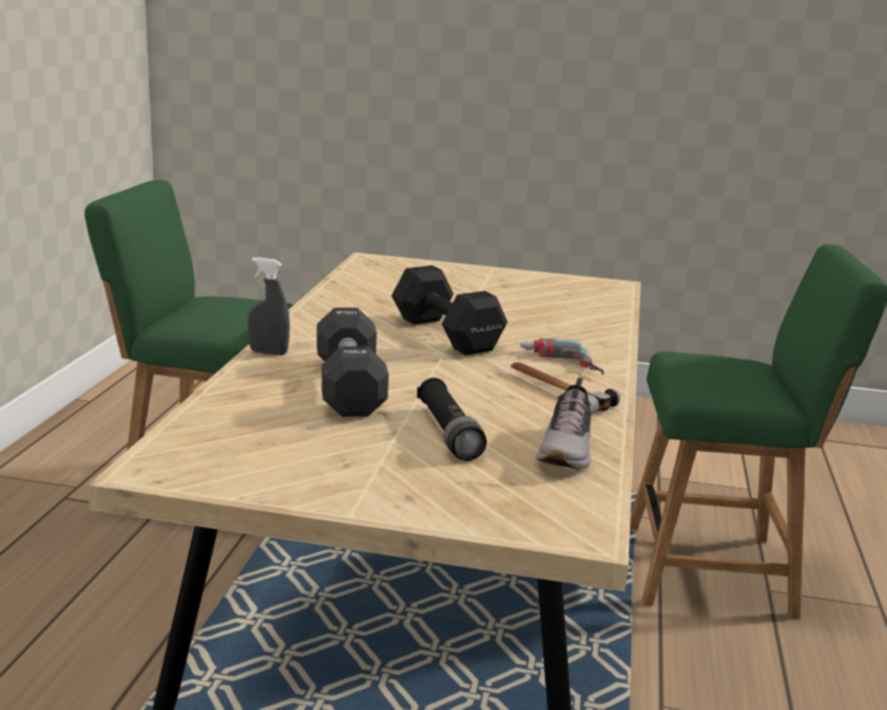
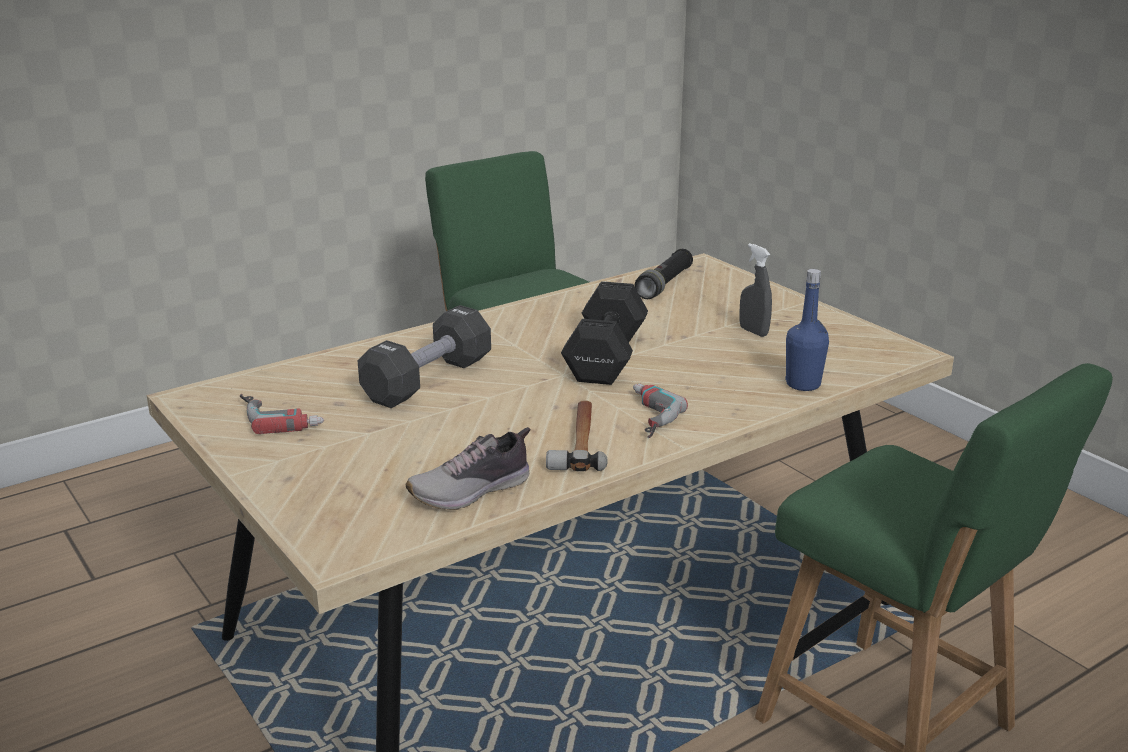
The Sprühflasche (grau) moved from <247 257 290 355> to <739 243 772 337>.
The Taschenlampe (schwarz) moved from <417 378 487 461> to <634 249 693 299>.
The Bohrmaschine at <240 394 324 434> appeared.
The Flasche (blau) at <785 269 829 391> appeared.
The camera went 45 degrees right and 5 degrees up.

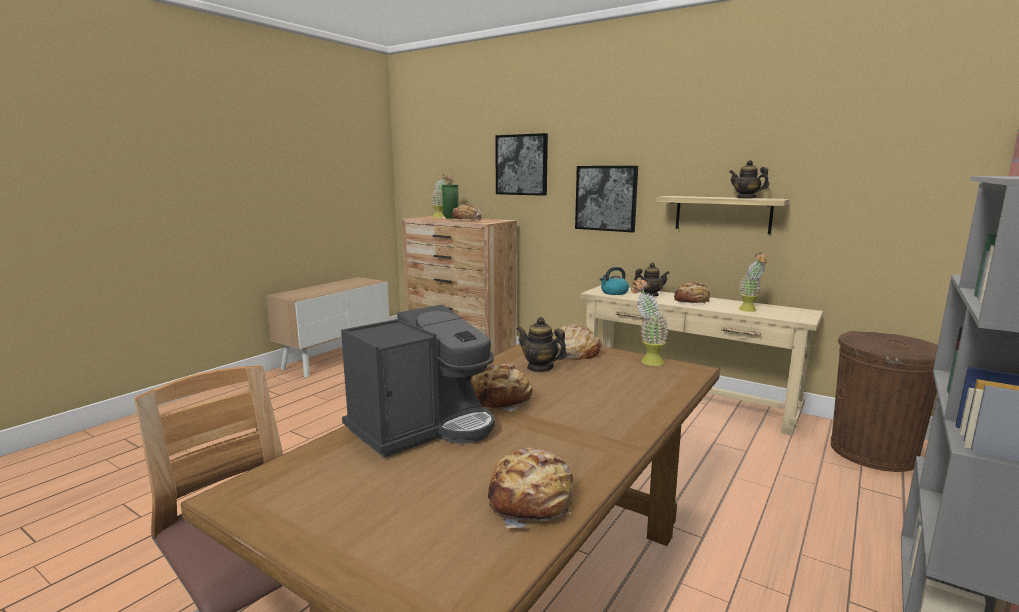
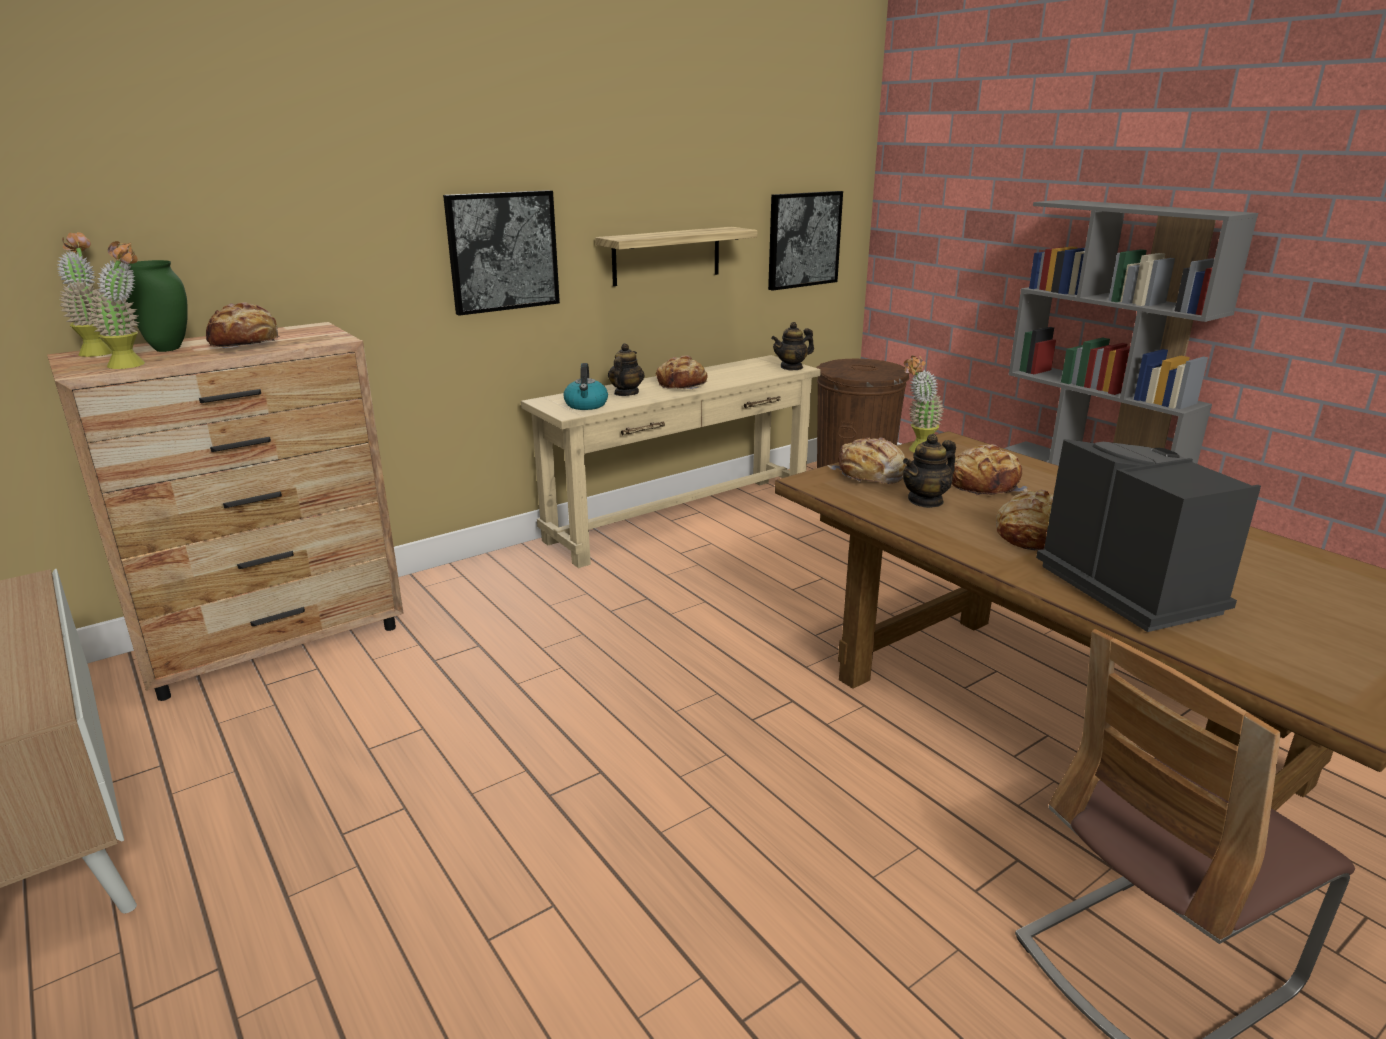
The Brot moved from <488 448 574 528> to <952 444 1028 495>.
The Bild moved from <495 133 548 196> to <768 191 843 291>.
The Teekanne moved from <729 160 769 199> to <771 322 814 370>.
The Topfpflanze moved from <739 252 768 312> to <88 241 145 369>.
The camera went 70 degrees left and 10 degrees up.

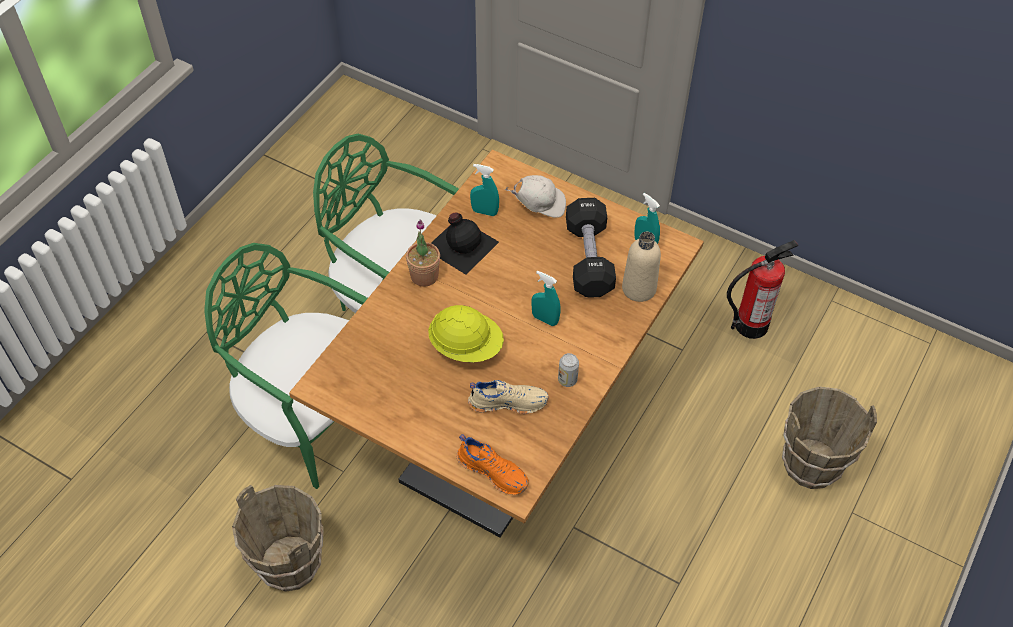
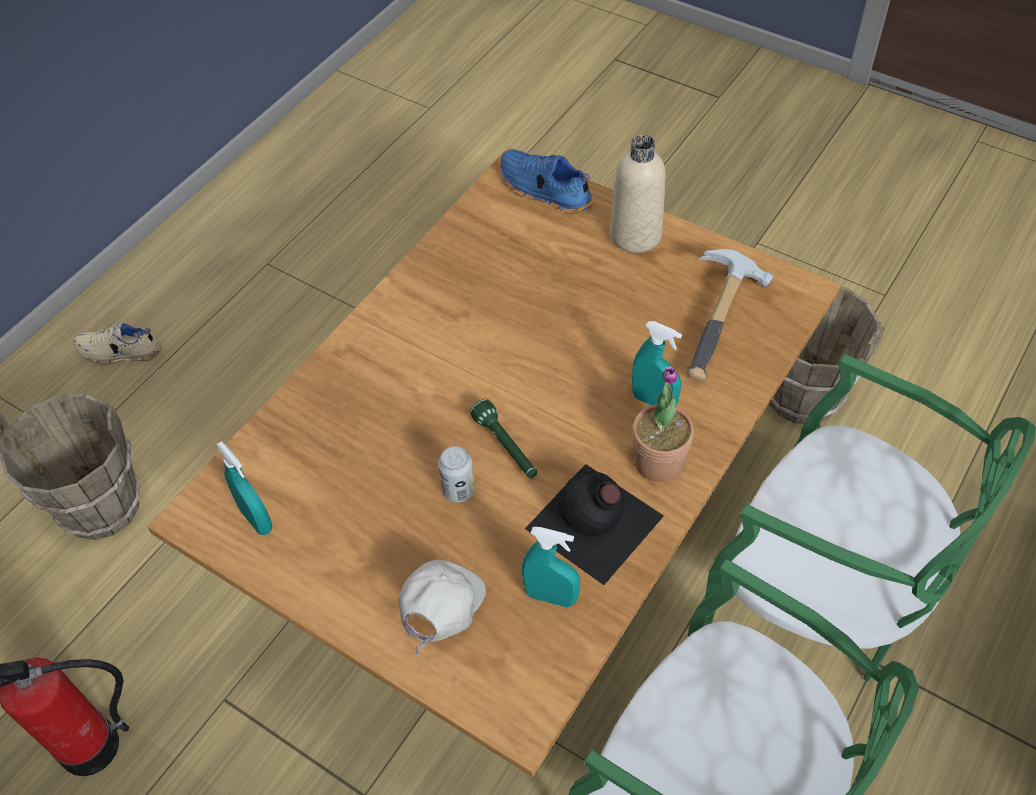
The Schutzhelm (gelb) at <428 305 504 362> disappeared.
The Schuh (orange) at <456 434 529 495> became the Schuh (blau) at <500 149 593 214>.
The Schuh (beige) moved from <468 380 548 414> to <74 323 161 364>.
The Kappe (weiß) at <505 175 566 218> turned 105 degrees clockwise.
The Sprühflasche (türkis) moved from <532 271 560 326> to <632 321 682 406>.
The Dose moved from <558 353 579 387> to <438 446 475 503>.
The Hantel (schwarz) at <566 198 616 298> disappeared.
The Flasche (beige) moved from <622 231 661 302> to <610 135 666 253>.
The Taschenlampe (grün) at <470 399 537 478> appeared.
The Hammer at <687 249 773 381> appeared.
The camera went 175 degrees left and 0 degrees up.

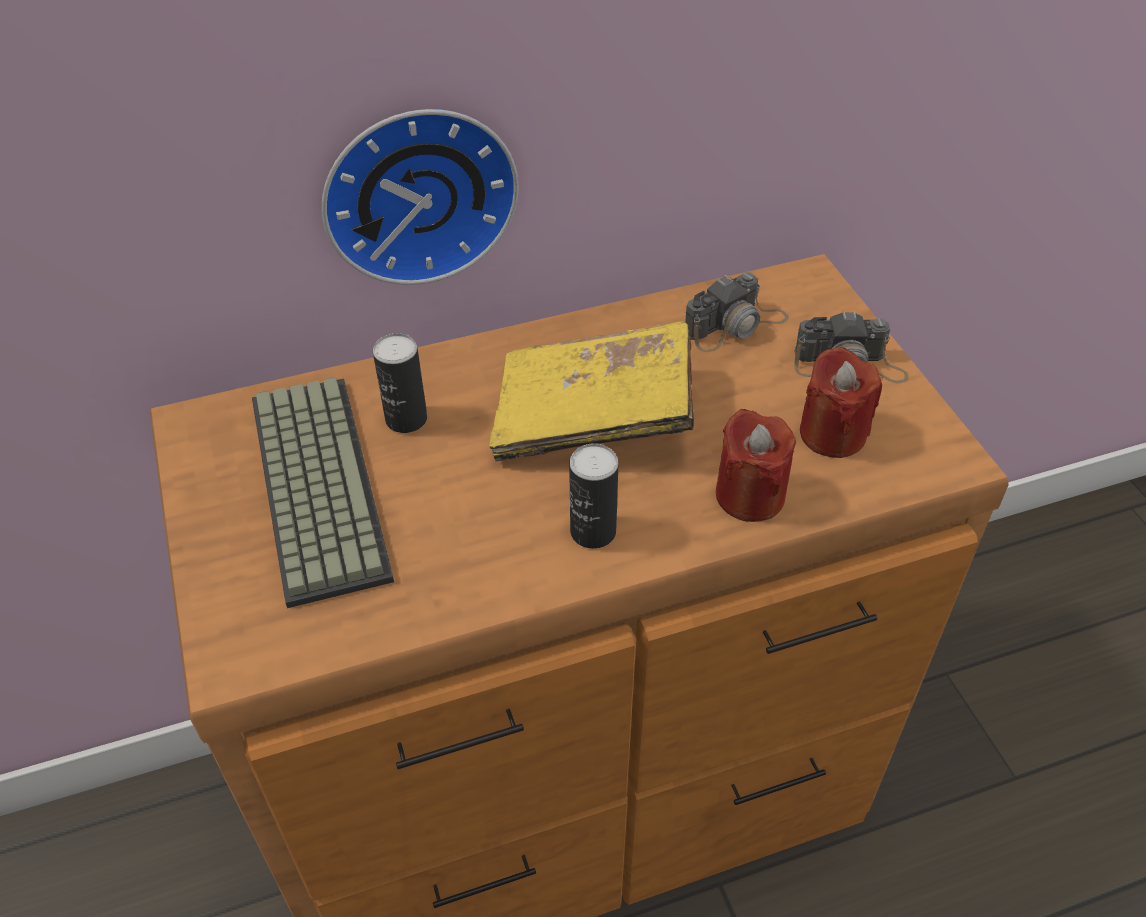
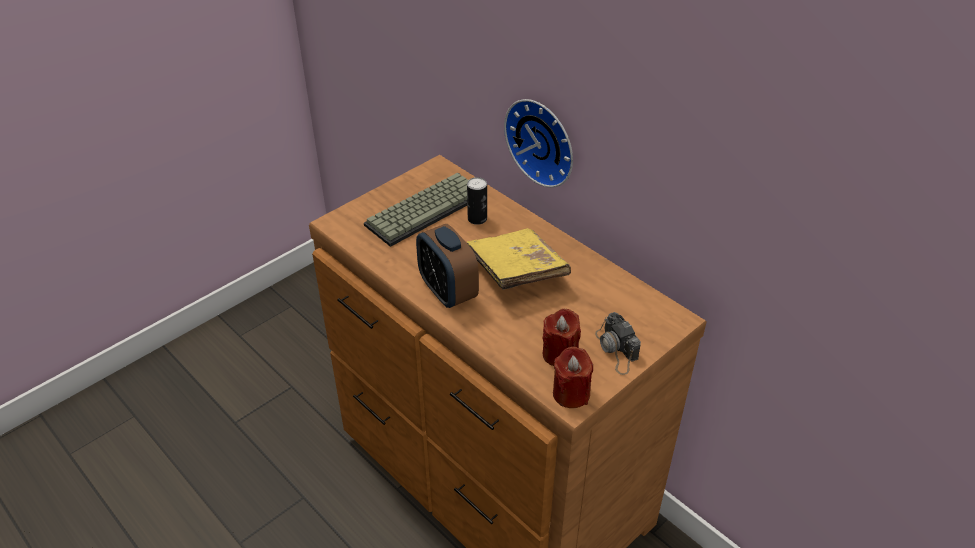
The Dose at <569 443 618 549> was replaced by the Wecker at <416 224 479 308>.
The Kamera at <685 272 789 352> disappeared.
The Kerze (rot) moved from <716 409 796 522> to <553 347 593 408>.
The camera went 65 degrees right and 5 degrees down.

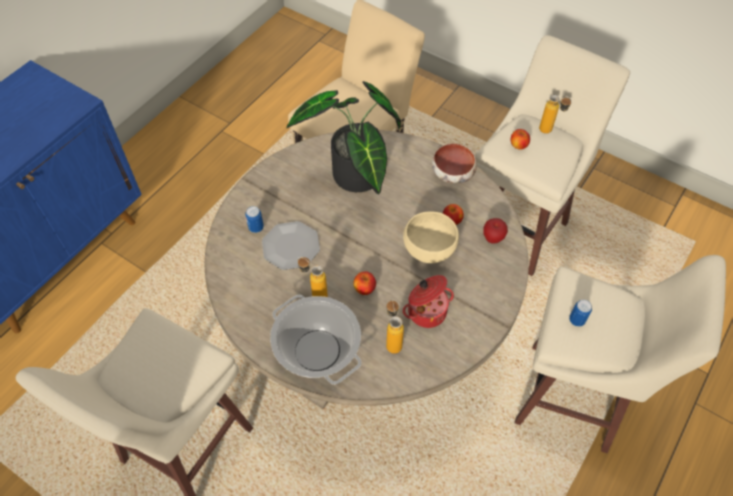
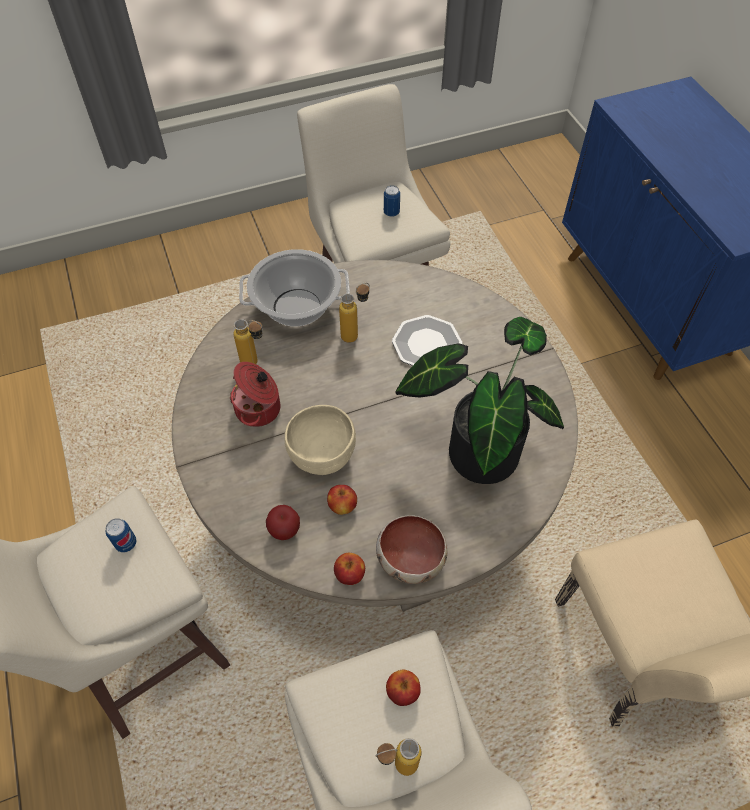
The Dose moved from <245 206 264 233> to <384 185 400 217>.
The Apfel moved from <353 271 376 295> to <334 553 365 585>.
The camera went 125 degrees right and 0 degrees up.

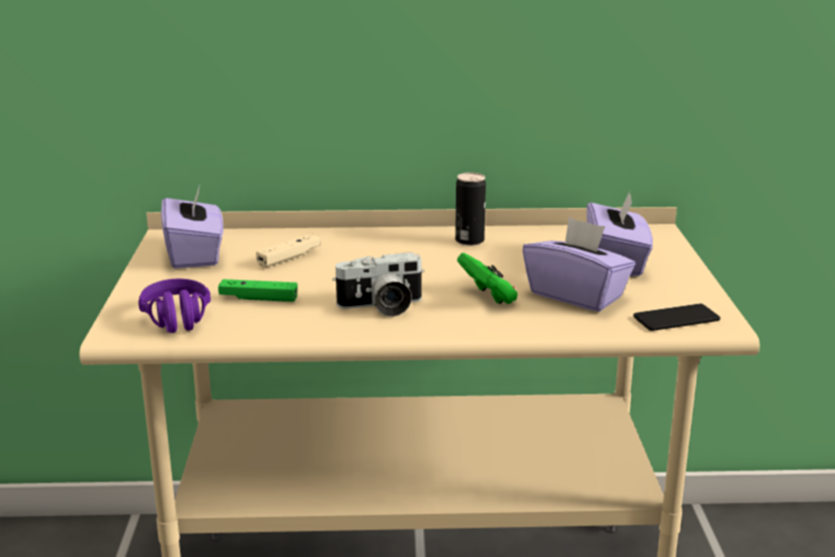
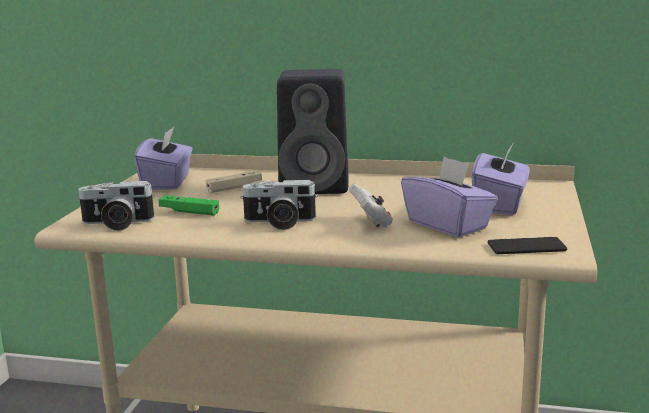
The Kopfhörer (lila) at <138 279 211 333> was replaced by the Kamera at <77 181 155 231>.
The Dose at <455 172 486 246> disappeared.
The Gamepad (grün) at <457 253 518 304> became the Gamepad (weiß) at <349 184 393 227>.
The Lautsprecher (schwarz) at <277 69 349 194> appeared.
The camera went 15 degrees right and 5 degrees down.

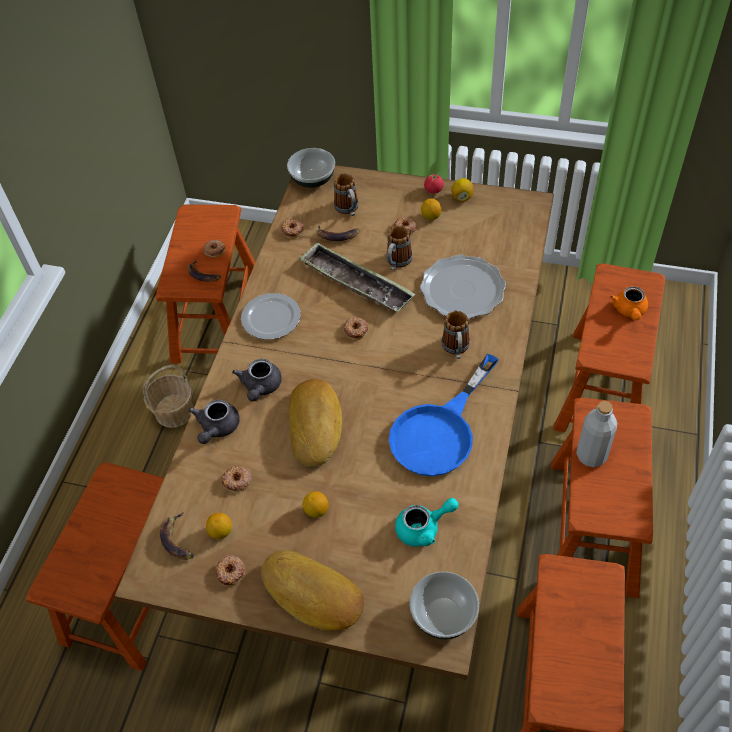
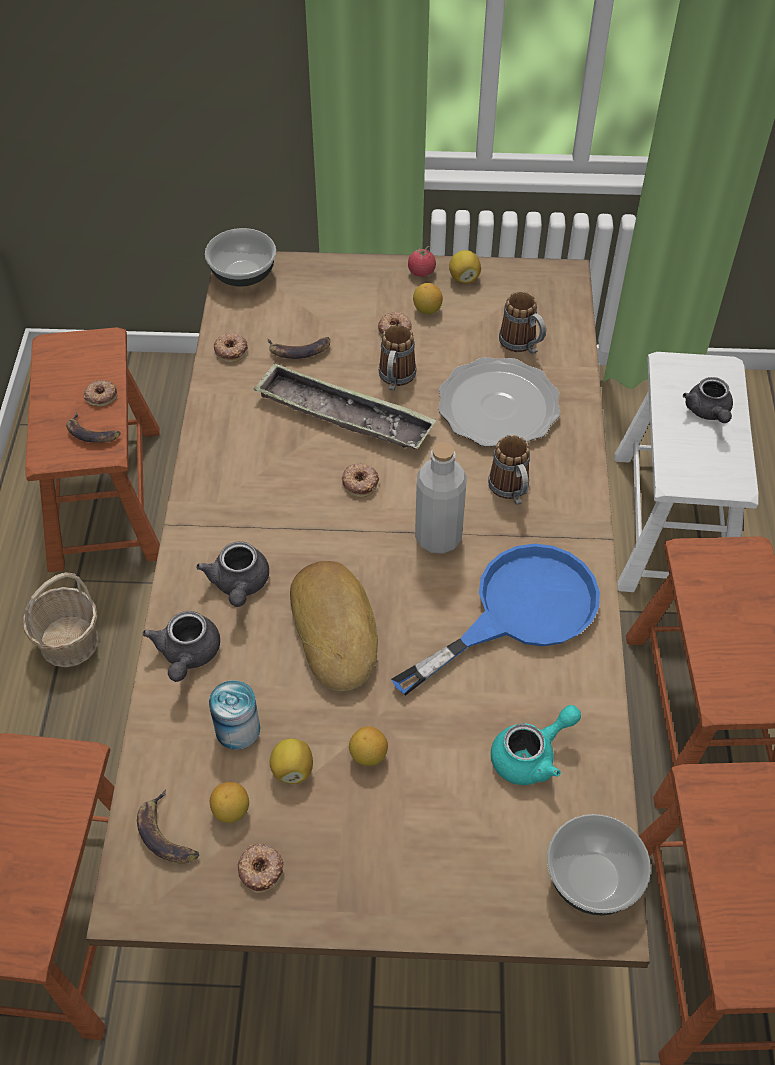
The Donut at <222 466 252 492> was replaced by the Dose at <209 680 260 750>.
The Teller at <241 293 301 340> disappeared.
The Brot at <261 550 364 631> disappeared.
The Henkelbecher moved from <334 173 359 216> to <499 291 546 354>.
The Pfanne (blau) at <389 354 499 476> turned 150 degrees counterclockwise.
The Hocker (braun) at <553 263 665 432> became the Hocker (weiß) at <614 352 759 592>.
The Flasche (grau) moved from <576 401 617 467> to <415 442 467 554>.
The Teekanne (orange) at <610 286 648 321> became the Teekanne (grau) at <683 377 733 423>.
The Zitrone at <270 738 313 784> appeared.
The camera went 15 degrees left and 0 degrees up.

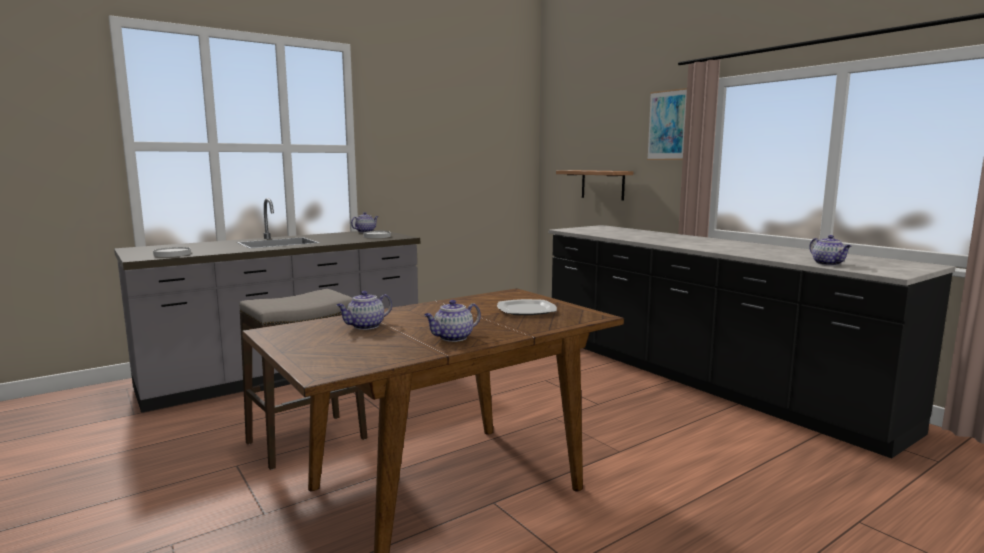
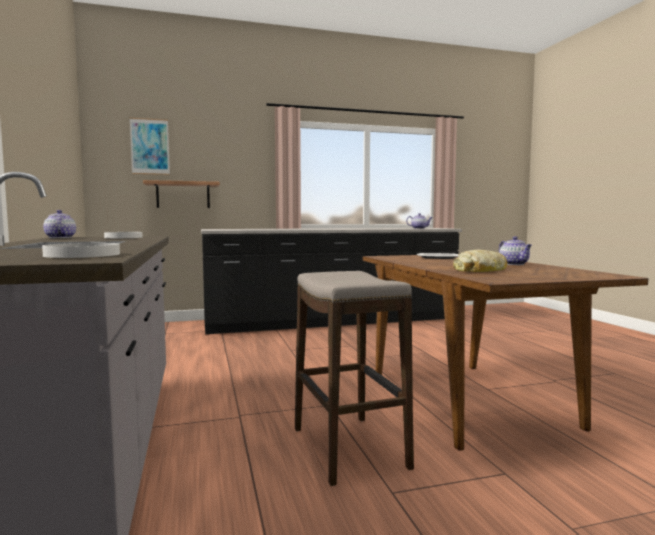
The Teekanne at <336 291 392 330> was replaced by the Brot at <453 249 508 272>.
The Bild moved from <647 88 687 160> to <130 118 170 175>.
The camera went 70 degrees left and 5 degrees down.

